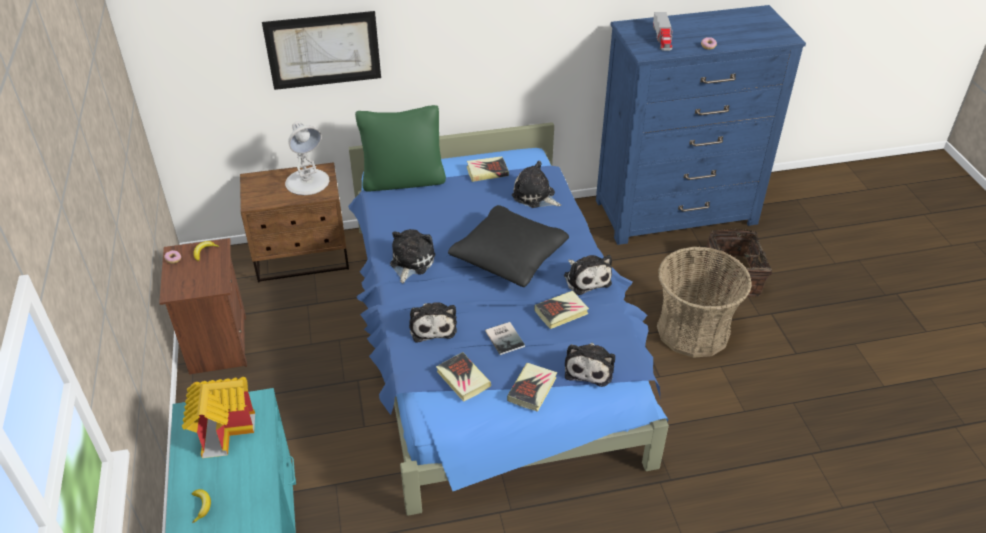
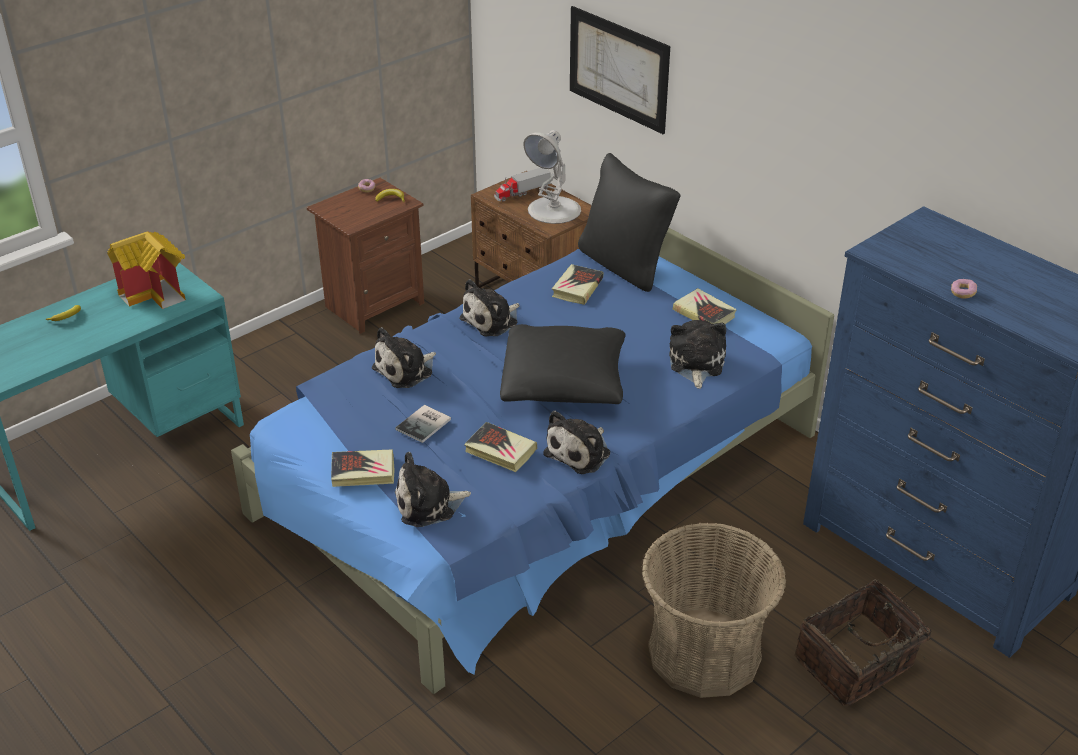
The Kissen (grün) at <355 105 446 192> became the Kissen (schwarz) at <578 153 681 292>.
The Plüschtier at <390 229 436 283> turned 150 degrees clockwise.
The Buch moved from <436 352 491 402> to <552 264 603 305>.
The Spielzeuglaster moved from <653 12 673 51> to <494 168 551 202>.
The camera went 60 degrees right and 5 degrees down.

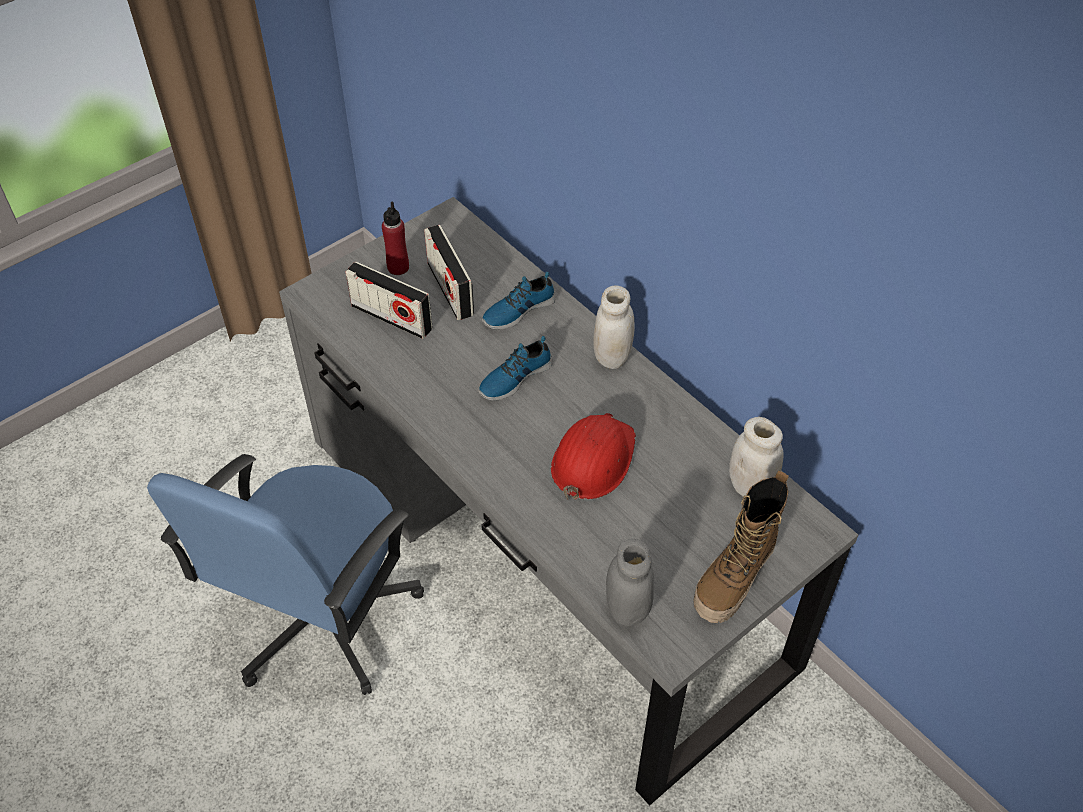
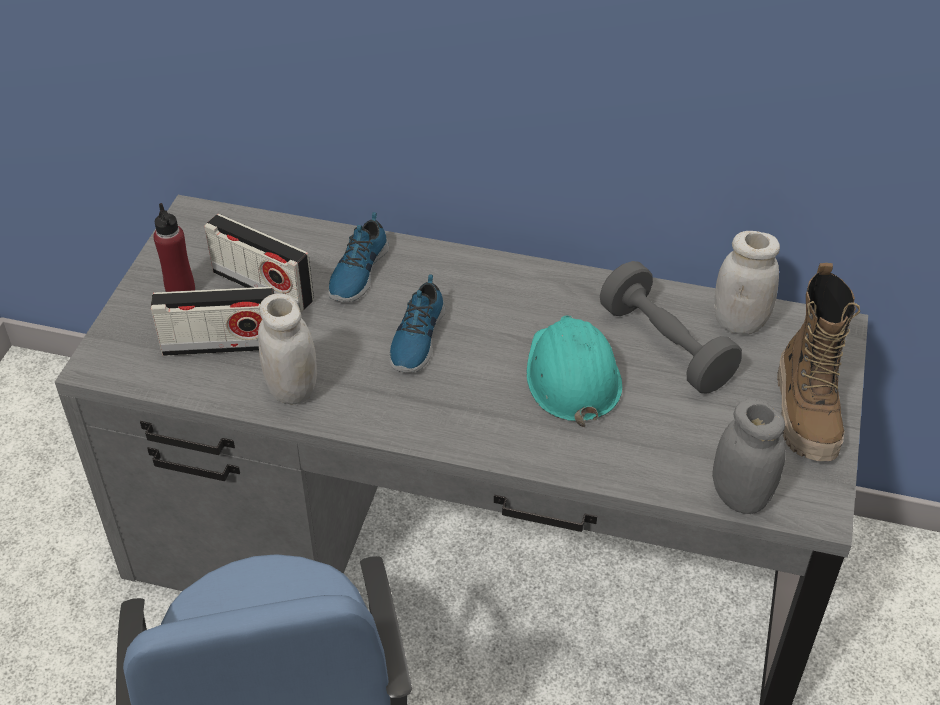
The Schutzhelm (rot) at <551 413 636 500> became the Schutzhelm (türkis) at <527 316 622 427>.
The Vorratsglas (weiß) moved from <593 285 635 369> to <258 293 317 404>.
The Hantel (grau) at <600 261 742 393> appeared.
The camera went 35 degrees left and 5 degrees down.

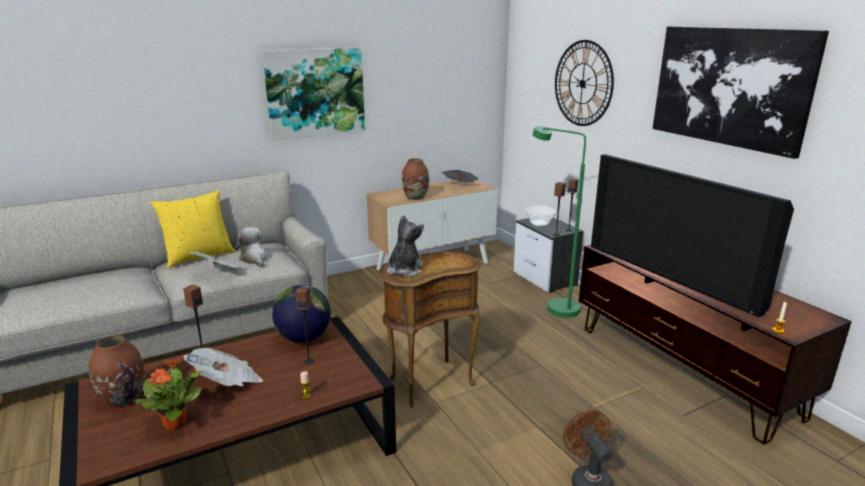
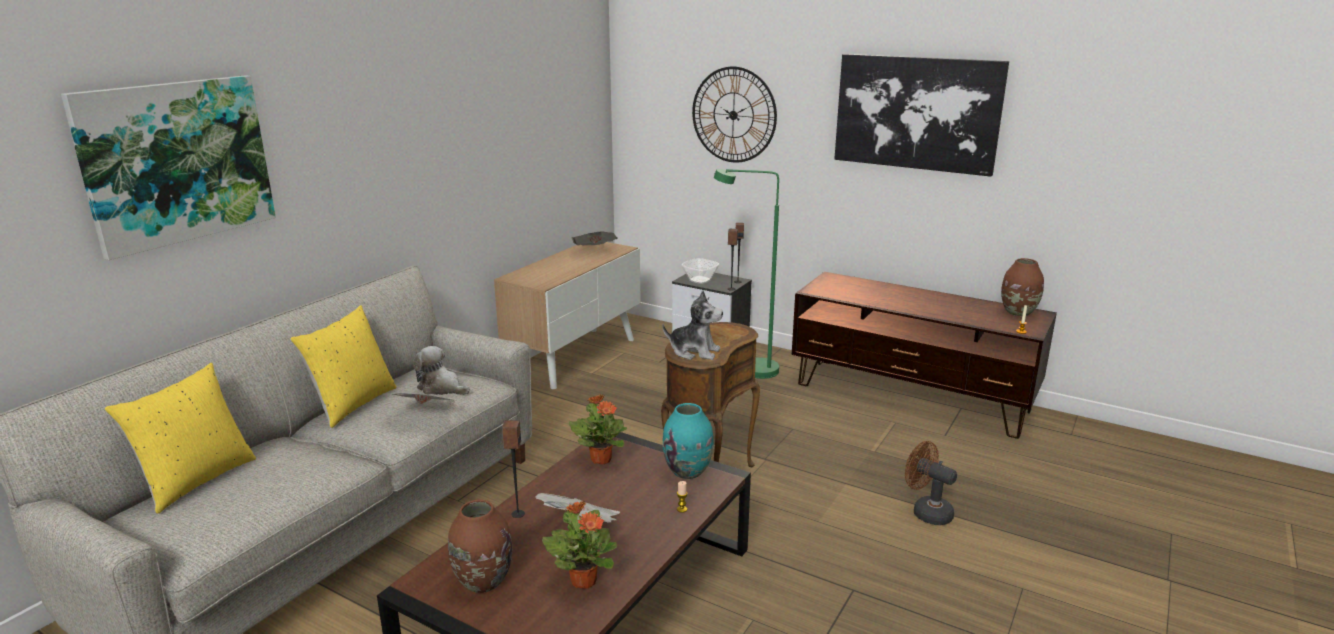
The Bild moved from <262 47 365 140> to <61 75 276 260>.
The Globus at <272 285 331 342> was replaced by the Topfpflanze at <569 394 627 464>.
The Lautsprecher at <295 287 314 365> disappeared.
The Plüschtier at <387 215 424 277> turned 120 degrees clockwise.
The Vase (braun) moved from <402 158 429 200> to <1001 258 1044 316>.
The Fernseher at <591 154 794 317> disappeared.
The Kissen (gelb) at <105 363 256 514> appeared.
The Vase (türkis) at <663 403 714 479> appeared.
The camera went 30 degrees left and 0 degrees up.

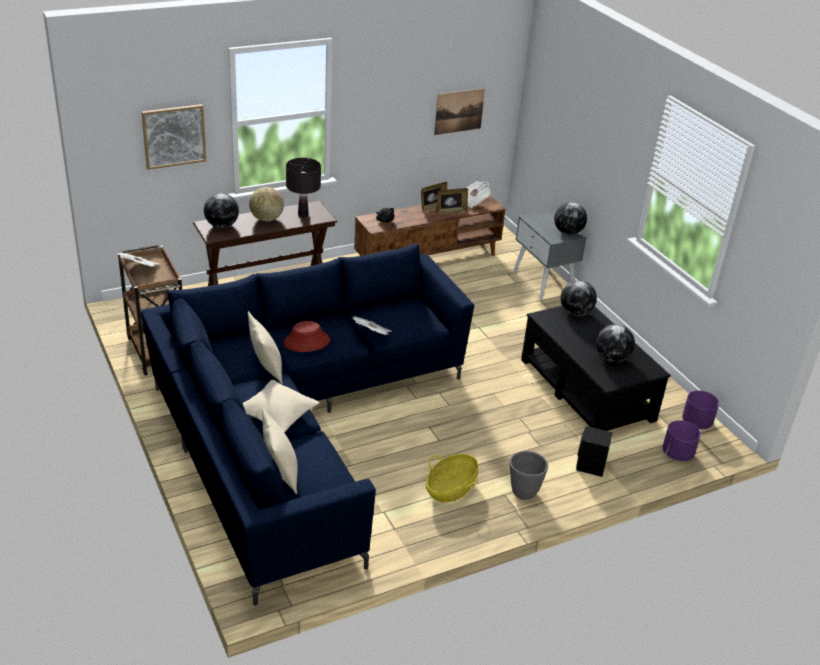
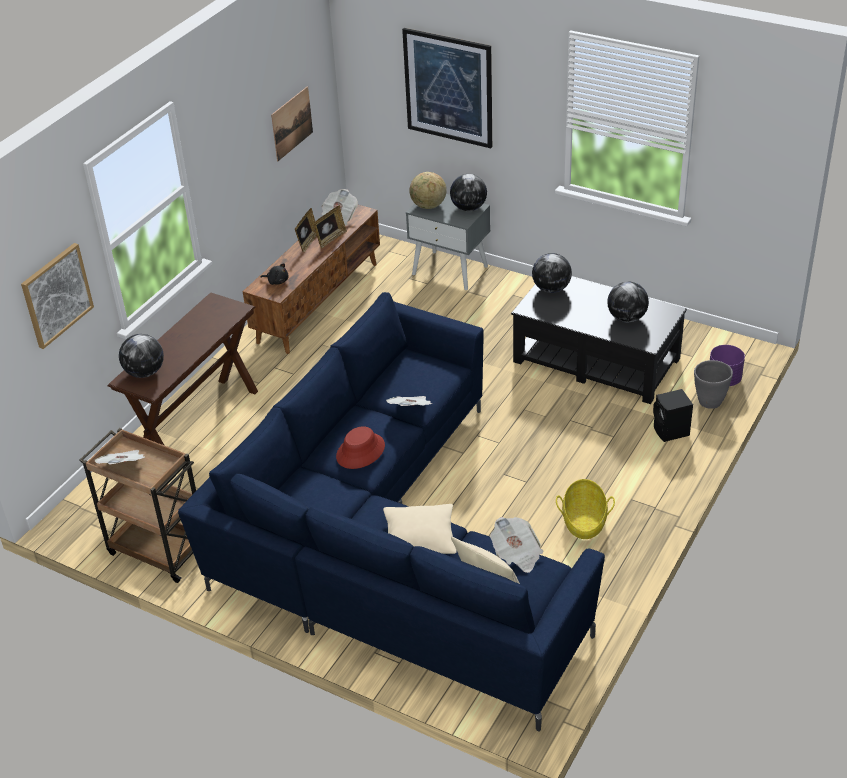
The Kissen (beige) at <248 311 283 384> disappeared.
The Globus moved from <249 187 284 222> to <409 172 447 209>.
The Tischlampe (schwarz) at <286 158 321 217> disappeared.
The Pflanzkübel (grau) moved from <509 451 548 500> to <694 360 733 409>.
The Pflanzkübel (lila) at <682 390 719 429> disappeared.
The Bild at <402 28 492 148> appeared.
The Zeitung at <490 517 543 573> appeared.
The camera went 30 degrees left and 5 degrees up.

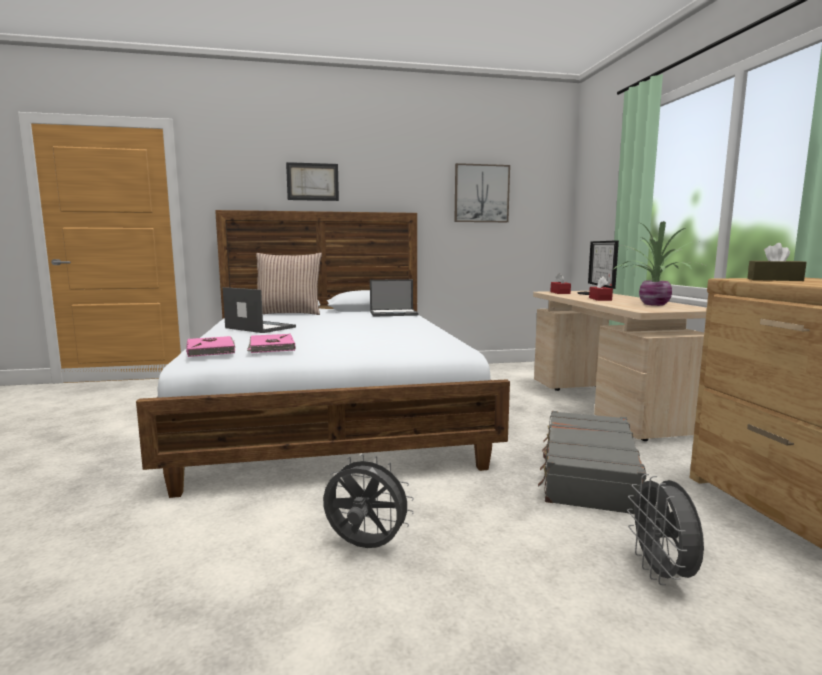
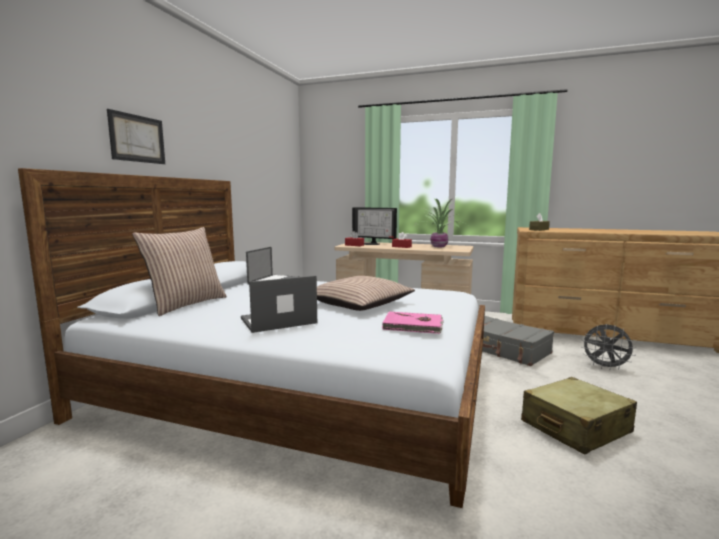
The Buch (rosa) at <186 336 235 357> disappeared.
The Ventilator (grau) at <323 454 414 548> was replaced by the Koffer (beige) at <521 377 637 454>.
The Bild at <454 163 510 222> disappeared.
The Kissen at <317 276 415 311> appeared.
The camera went 60 degrees left and 0 degrees up.

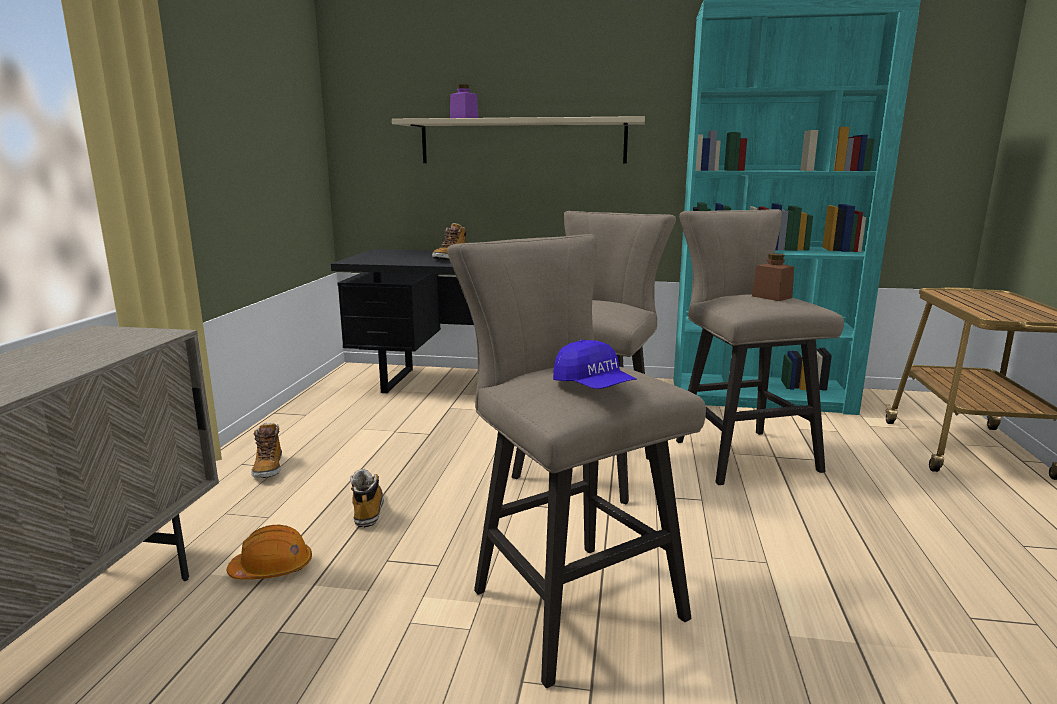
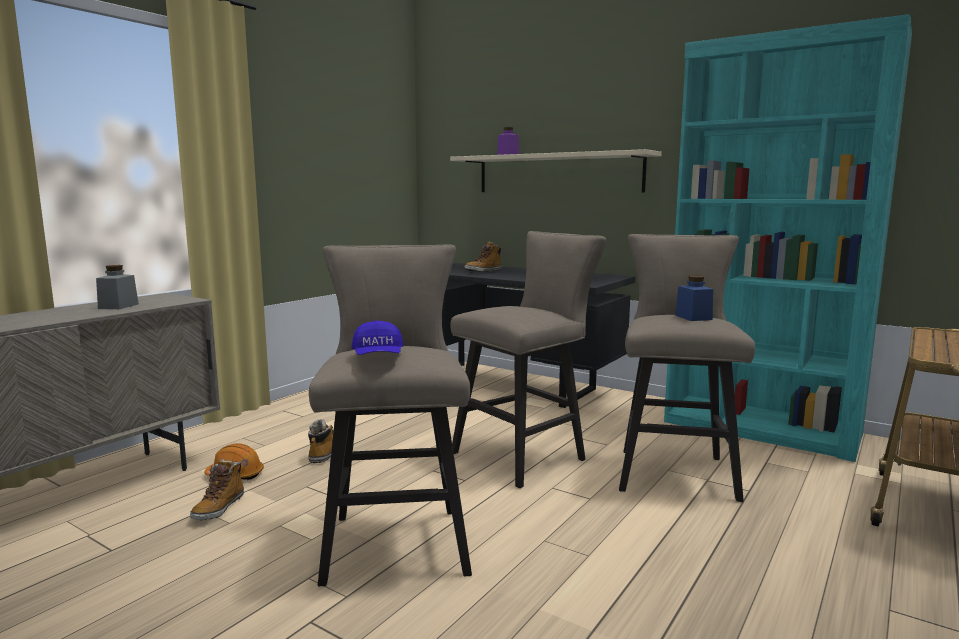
The Stiefel moved from <251 423 282 478> to <190 459 244 521>.
The Vorratsglas (braun) at <752 253 794 301> became the Vorratsglas (blau) at <675 276 713 321>.
The Vorratsglas (grau) at <96 265 139 309> appeared.
The camera went 25 degrees right and 5 degrees down.

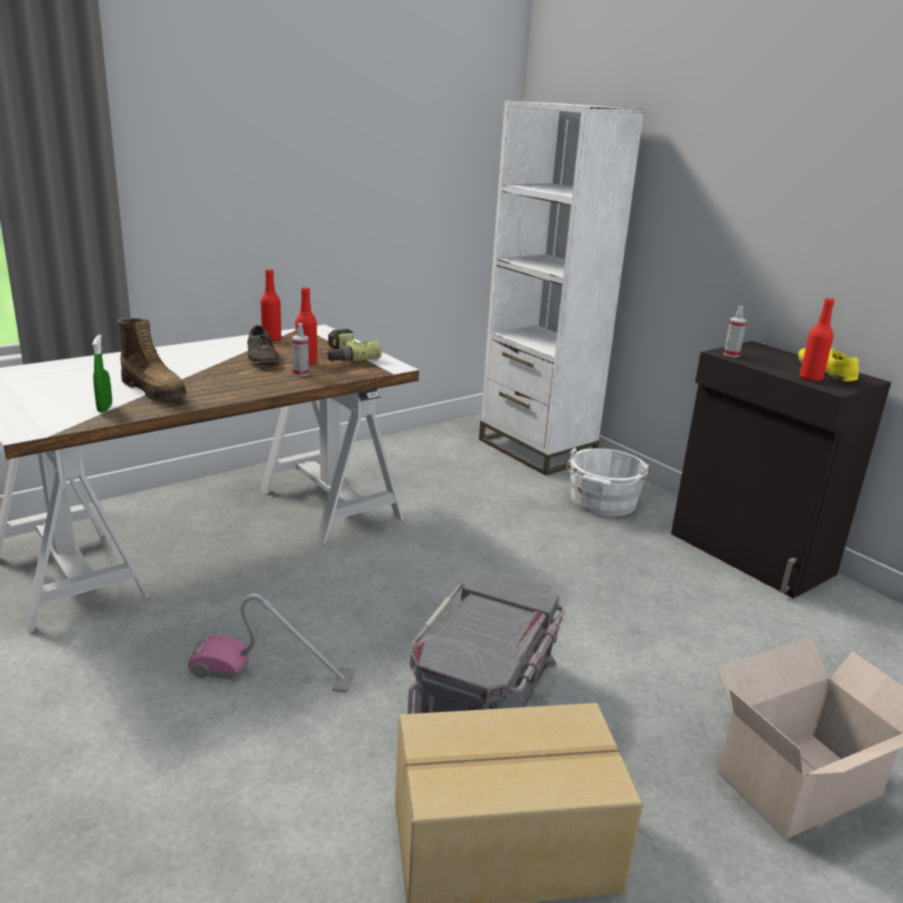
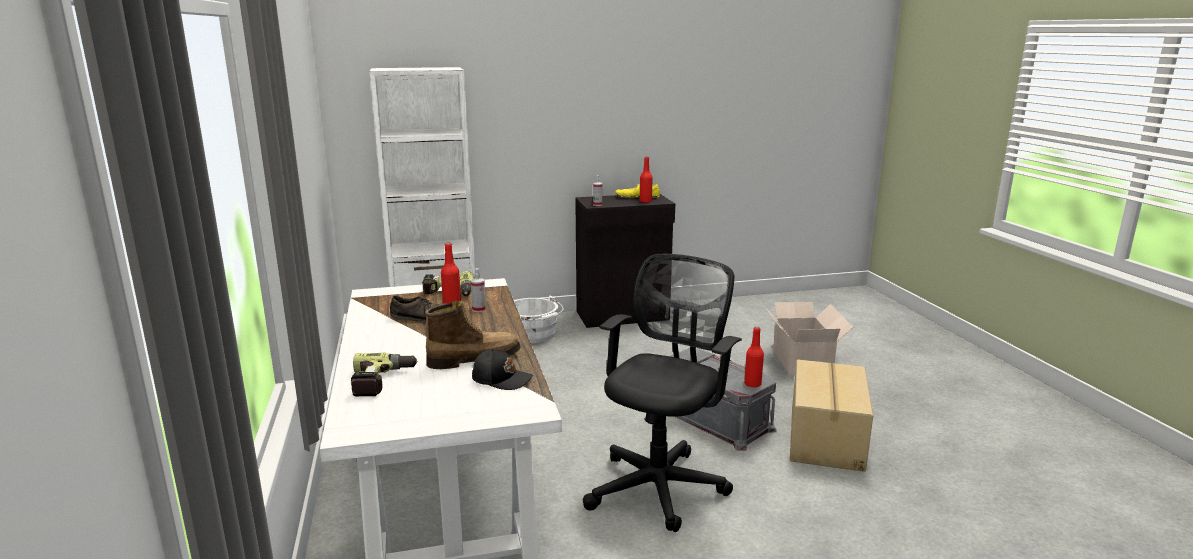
The Sprühflasche (grün) at <92 335 112 413> was replaced by the Kappe (schwarz) at <472 349 533 390>.
The Staubsauger at <188 594 354 693> was replaced by the Bürostuhl (schwarz) at <583 254 742 532>.
The Flasche (rot) moved from <260 269 281 341> to <744 327 764 388>.
The Bohrmaschine at <351 353 418 396> appeared.
The camera went 65 degrees left and 5 degrees down.

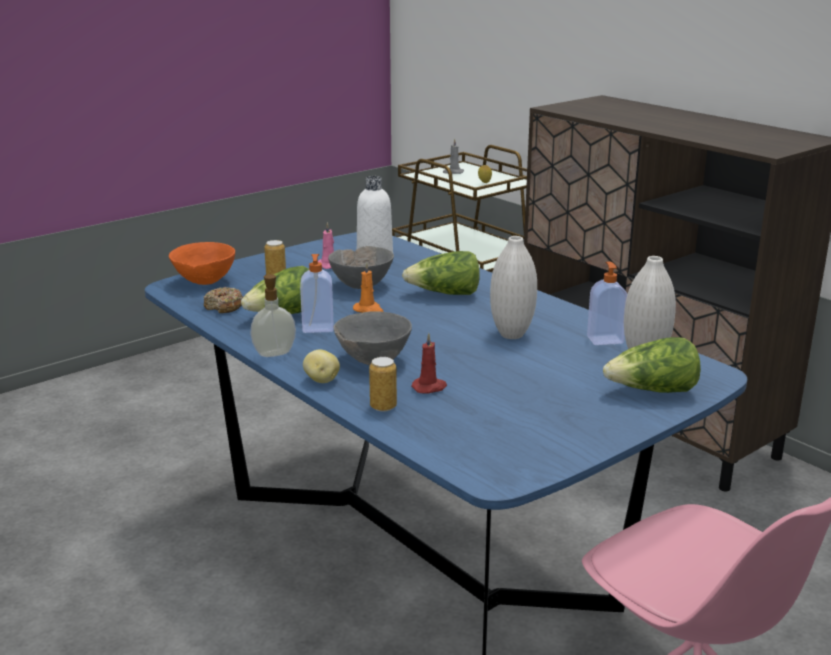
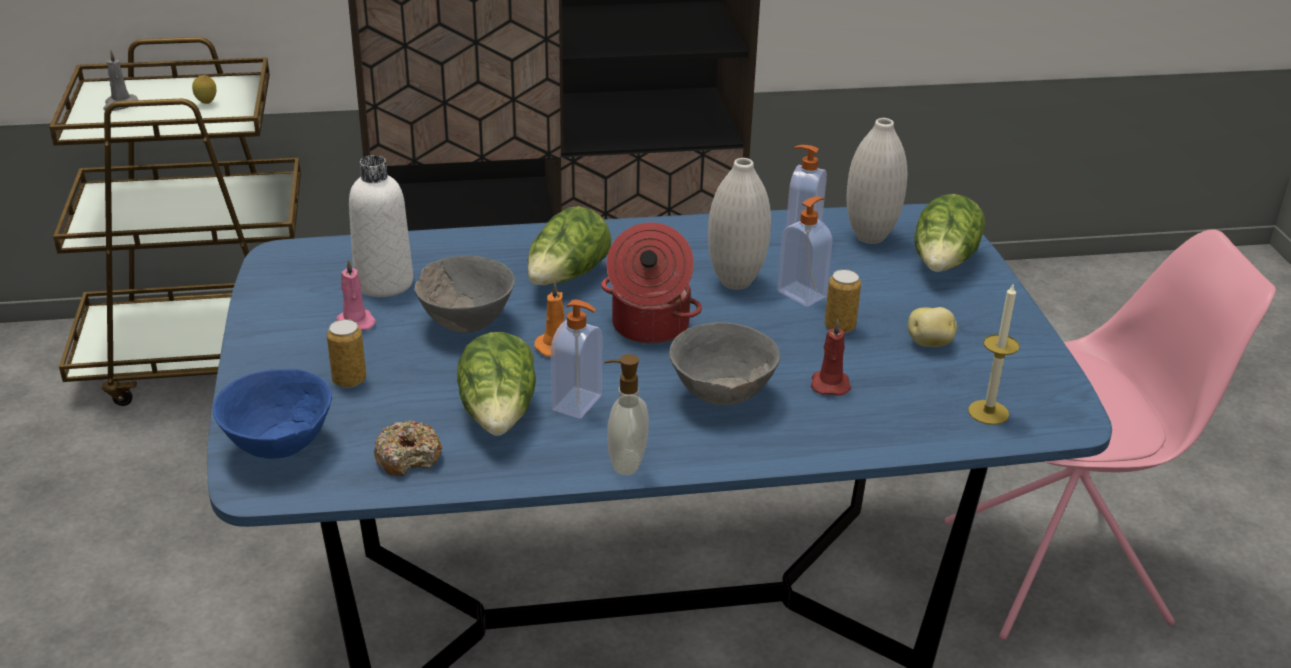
The Schüssel (orange) at <169 242 235 285> became the Schüssel (blau) at <213 369 332 459>.
The Kartoffel moved from <303 350 340 383> to <908 307 957 347>.
The Dose moved from <369 357 397 412> to <824 269 861 333>.
The Kochtopf at <601 222 702 344> appeared.
The Seifenspender at <777 196 833 307> appeared.
The Kerze at <968 284 1020 425> appeared.
The camera went 60 degrees left and 10 degrees up.

